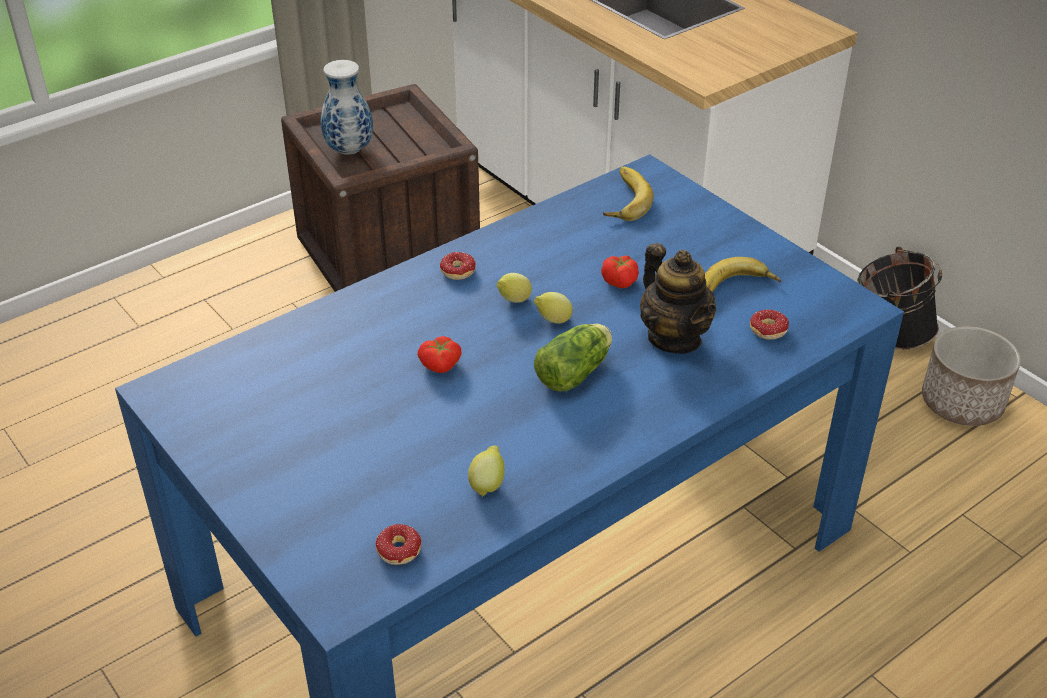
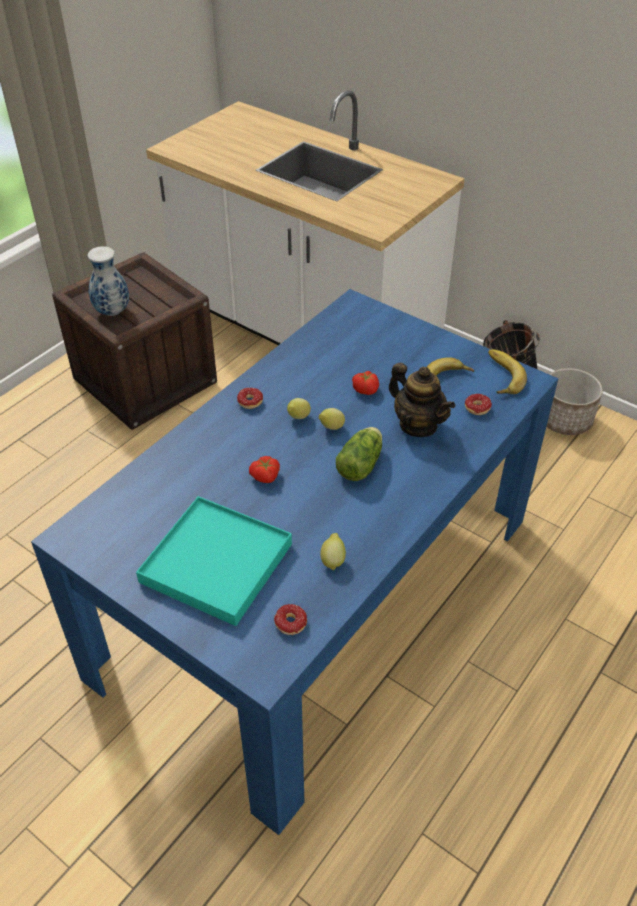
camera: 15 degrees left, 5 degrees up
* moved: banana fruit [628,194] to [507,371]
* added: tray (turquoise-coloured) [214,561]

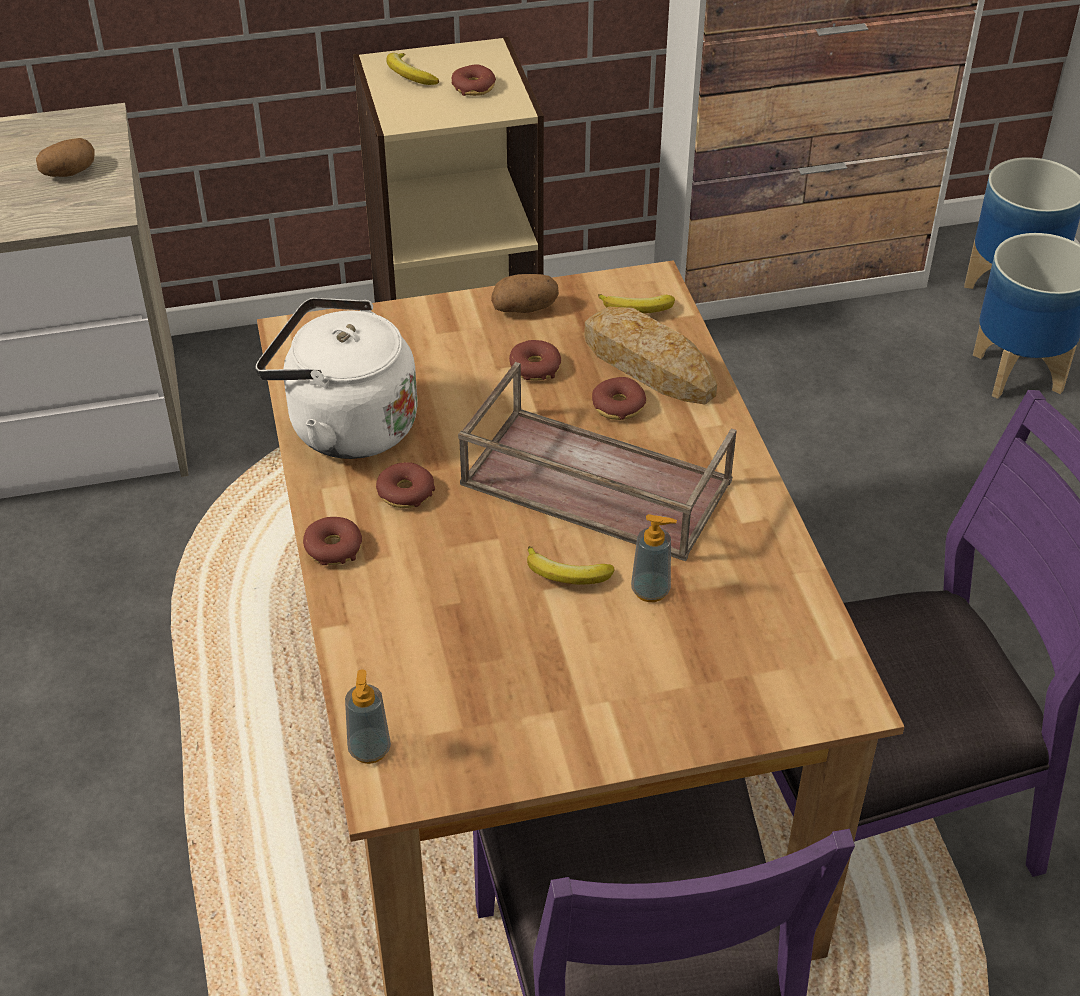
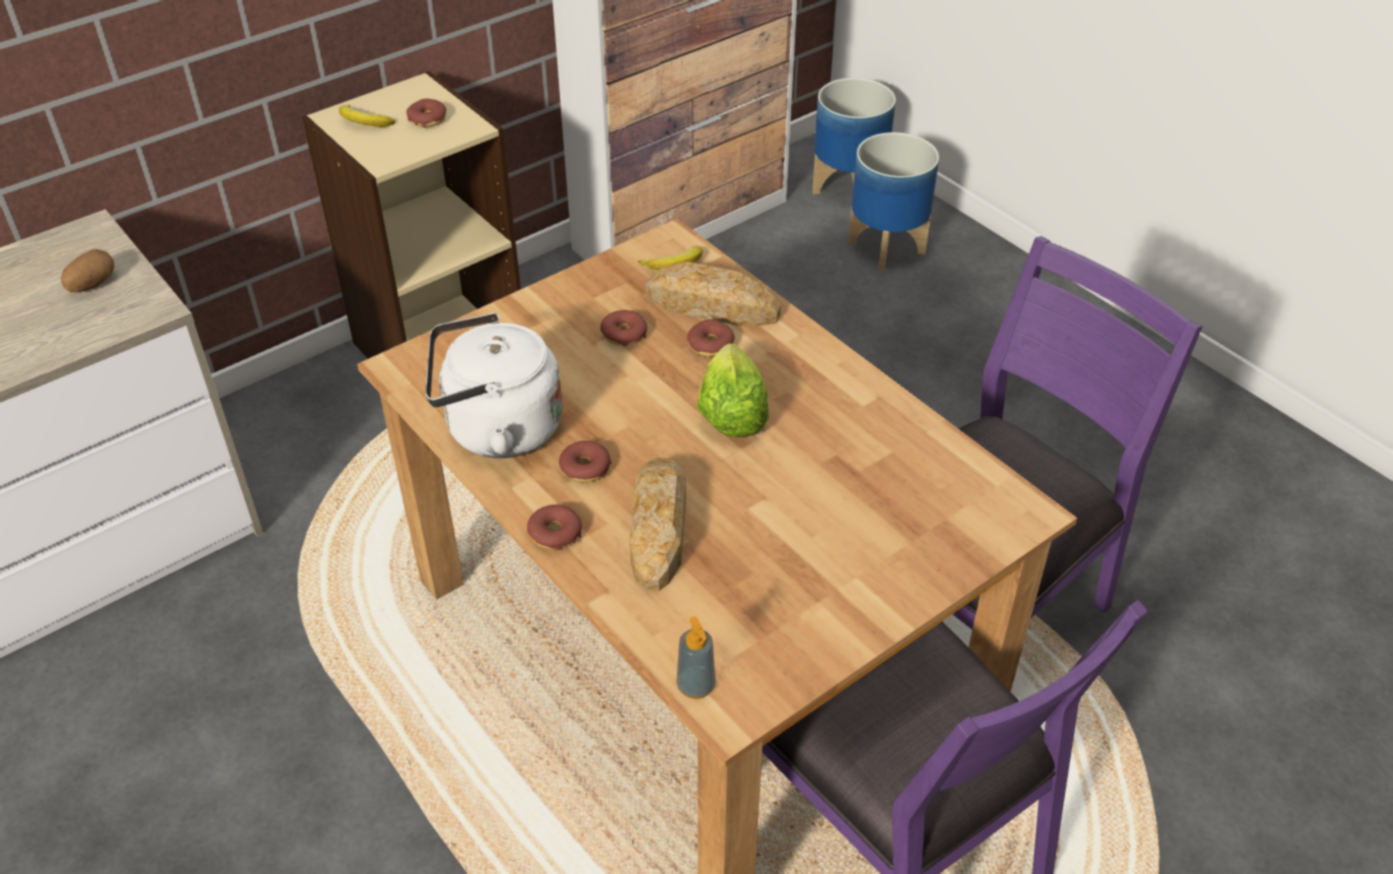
camera: 25 degrees left, 0 degrees up
* removed: potato [525,293]
* replaced: tray (brownish) [597,461] to head of lettuce [733,390]
* removed: liquid soap bottle [654,558]
* removed: banana fruit [571,565]
* added: bakery bread [657,524]

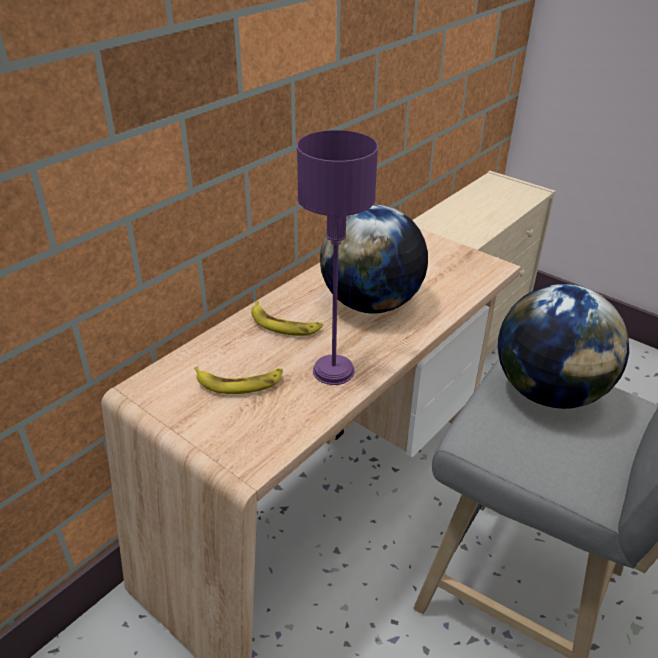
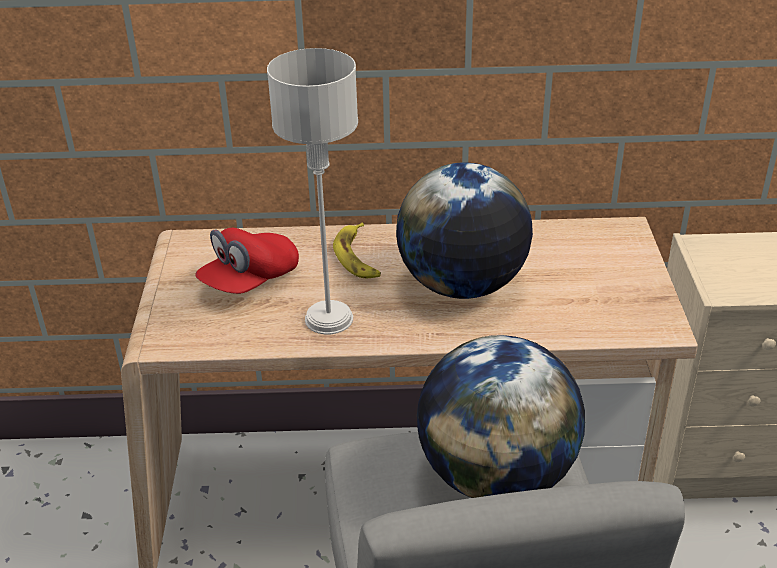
camera: 50 degrees right, 0 degrees up
* recoloured: lamp for a table (purple-coloured) [337,257] to lamp for a table (gray) [312,191]
* replaced: banana fruit [238,380] to peaked cap (red-coloured) [247,261]

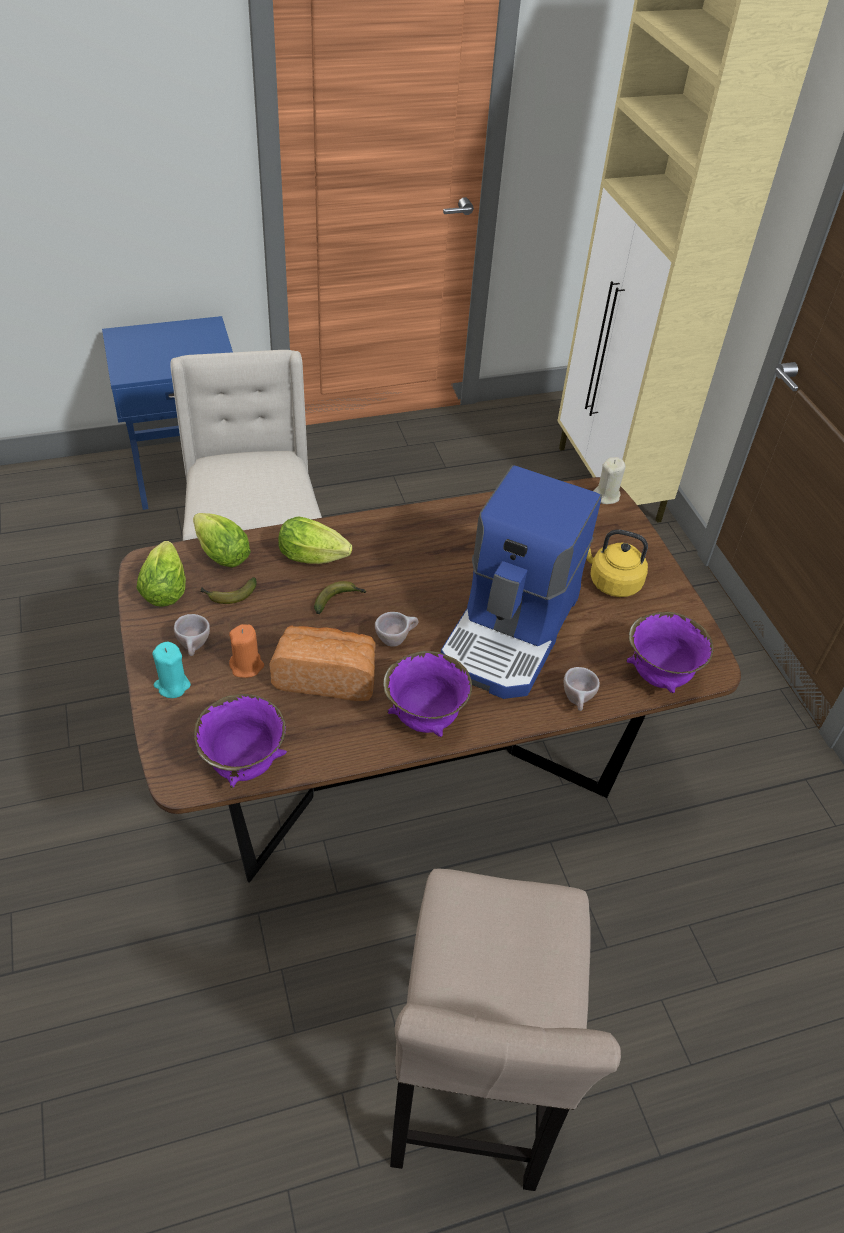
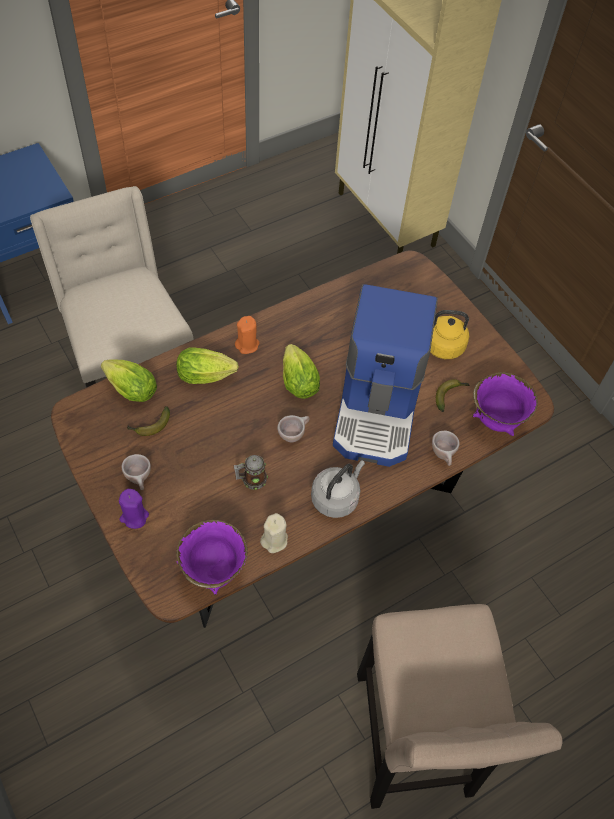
camera: 15 degrees left, 10 degrees up
* moved: wax light (beige-coloured) [609,480] to [274,533]
* moved: head of lettuce [161,574] to [301,371]
* moved: banana fruit [340,597] to [452,395]
* moved: wax light (orange-coloured) [246,651] to [247,335]
* replaced: bakery bread [322,663] to mug [251,472]
* recoloured: wax light (turquoise-coloured) [171,670] to wax light (purple-coloured) [134,509]
* replaced: deep dish (purple-coloured) [427,694] to water kettle (gray) [338,489]

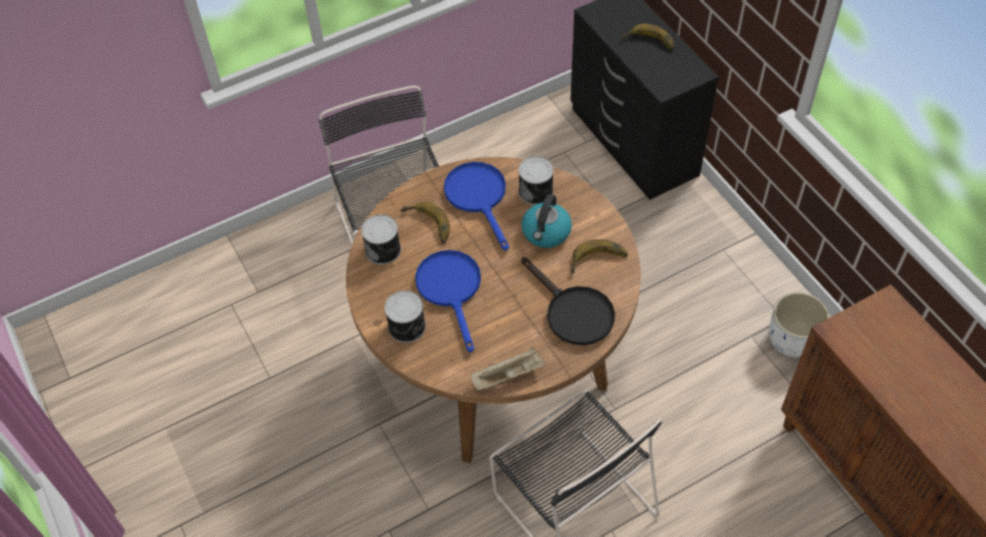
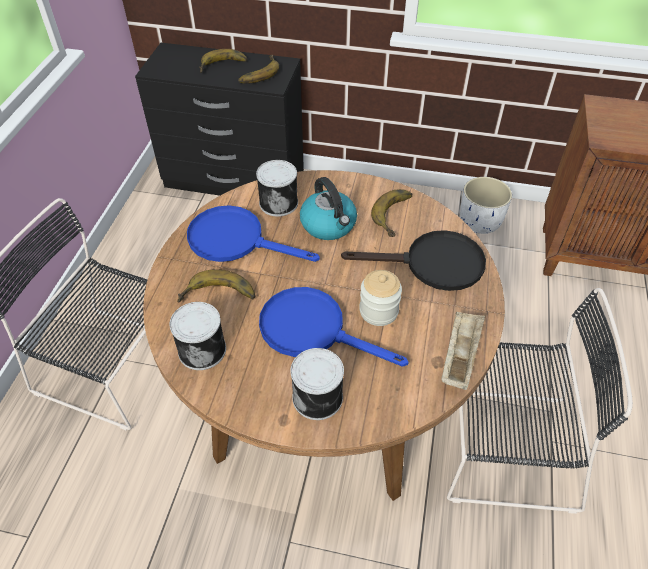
camera: 50 degrees left, 5 degrees down
* added: banana fruit [258,69]
* added: storage jar [380,298]

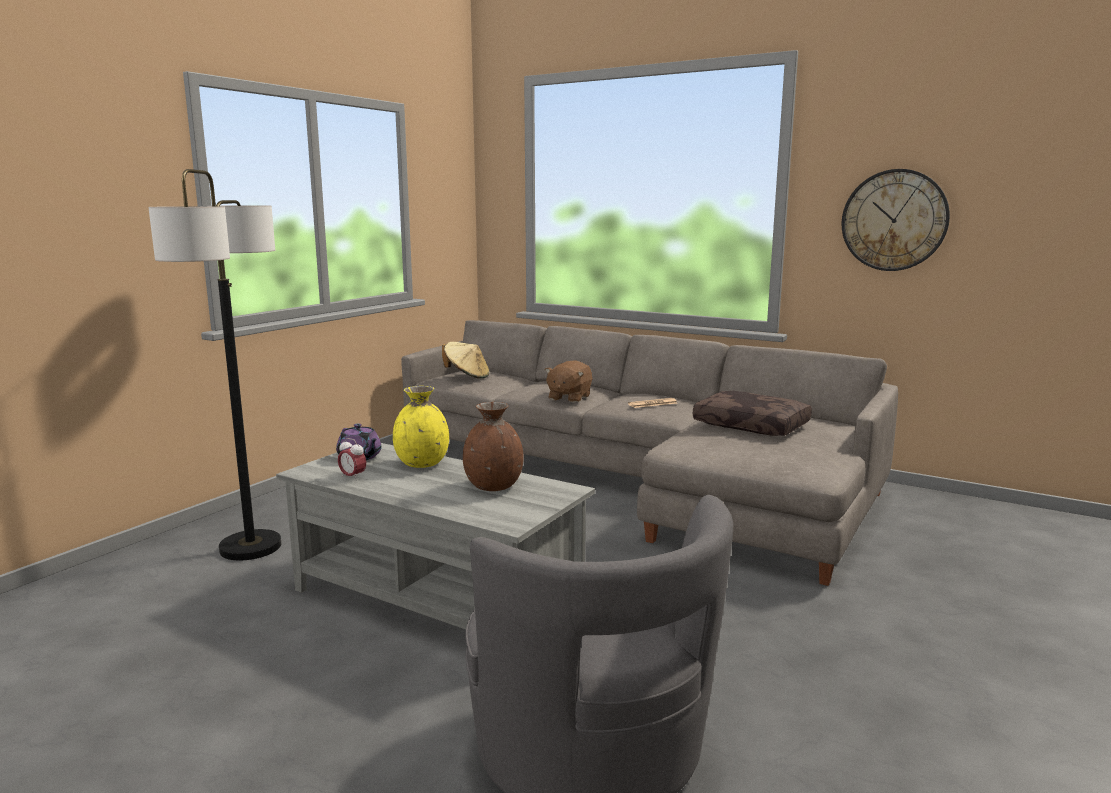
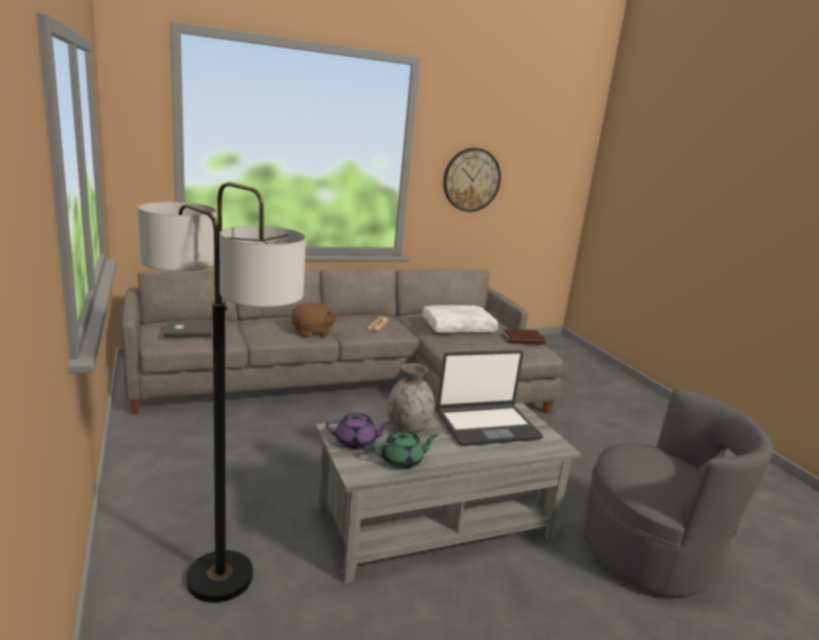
camera: 55 degrees left, 5 degrees up
* replaced: clothing hat (beige-coloured) [465,360] to book (gray) [188,329]
* turned: soft toy (brownish) [568,381] = [313,320] 90 degrees counterclockwise
* recoloured: vase (yellow-coloured) [421,427] to vase (gray) [411,398]
* recoloured: cushion (brownish) [752,413] to cushion (whitish) [460,319]
* replaced: vase (brownish) [493,446] to notebook computer [490,398]
* replaced: bedside clock [352,459] to teapot (green-coloured) [405,450]
* added: book (brownish) [524,337]

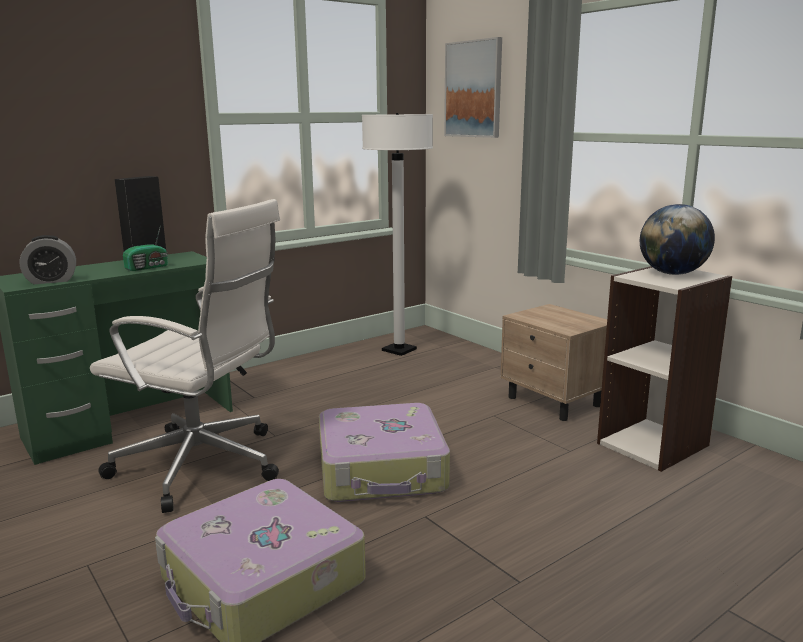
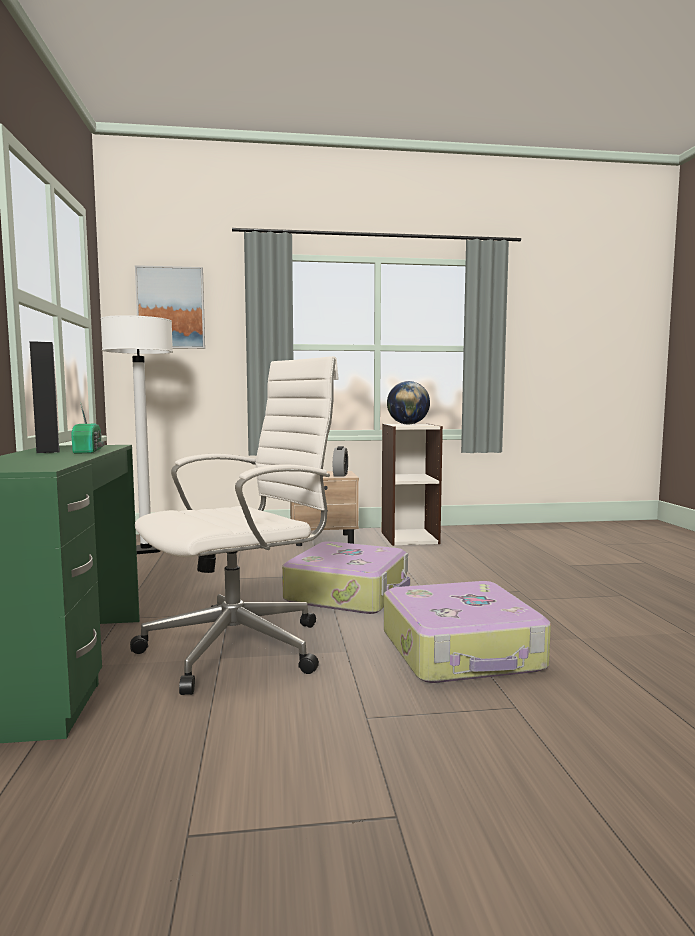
camera: 60 degrees left, 10 degrees down
* moved: bedside clock [48,259] to [340,461]

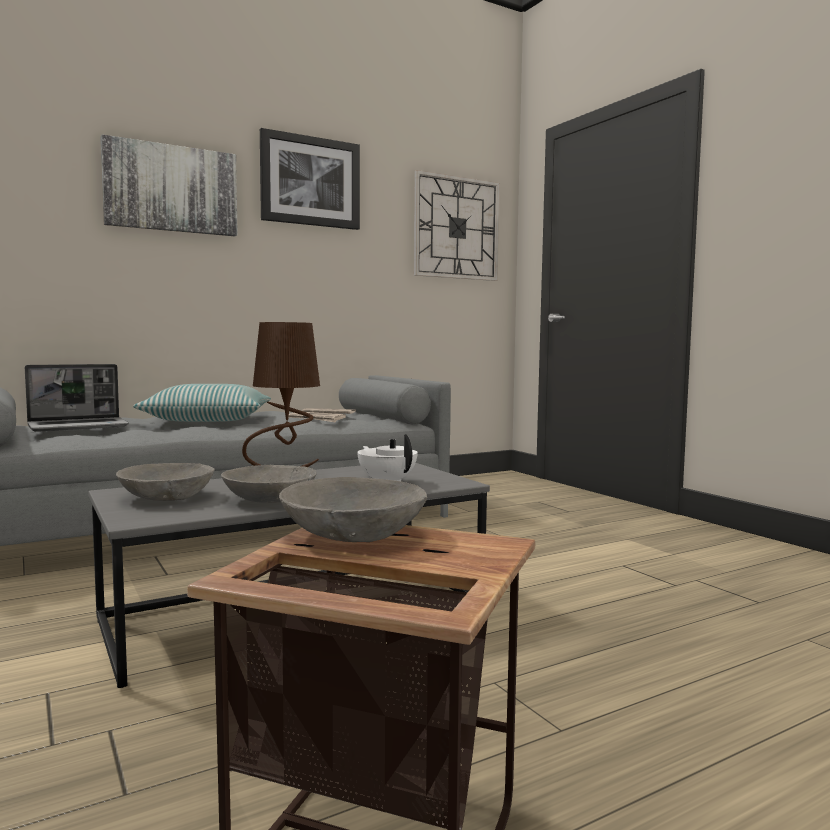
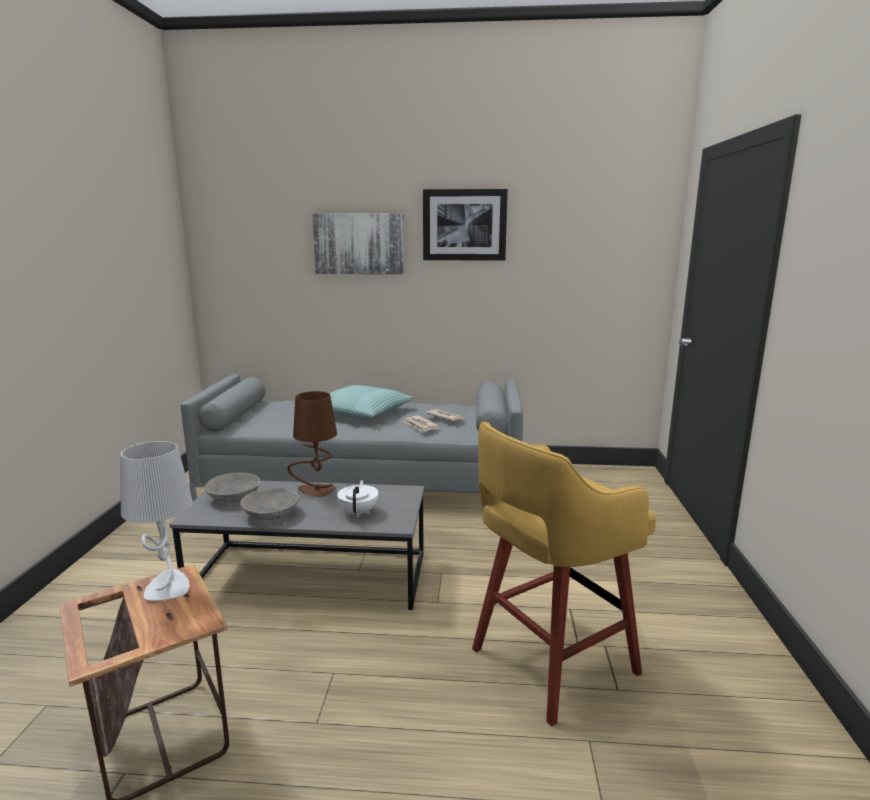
camera: 35 degrees right, 10 degrees up
* removed: clock on the wall [457,225]
* removed: notebook computer [77,398]
* replaced: deep dish (gray) [353,509] to lamp for a table (gray) [156,521]
* added: stool (yellow-coloured) [564,574]

